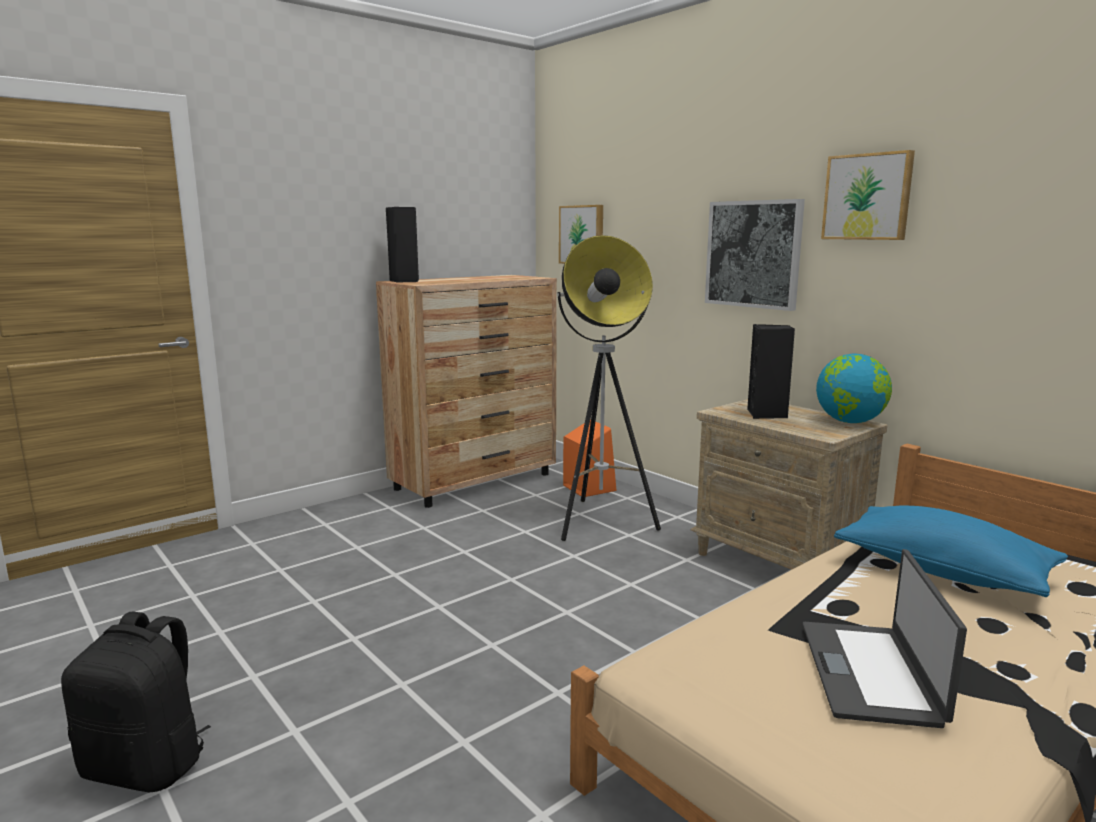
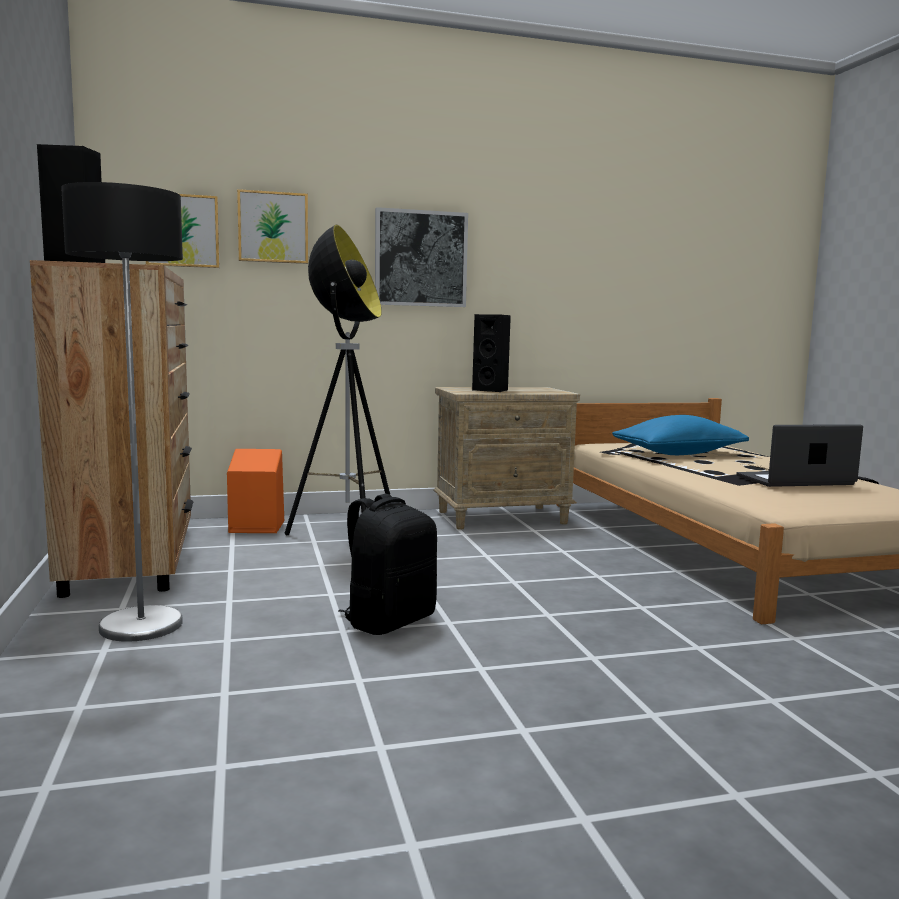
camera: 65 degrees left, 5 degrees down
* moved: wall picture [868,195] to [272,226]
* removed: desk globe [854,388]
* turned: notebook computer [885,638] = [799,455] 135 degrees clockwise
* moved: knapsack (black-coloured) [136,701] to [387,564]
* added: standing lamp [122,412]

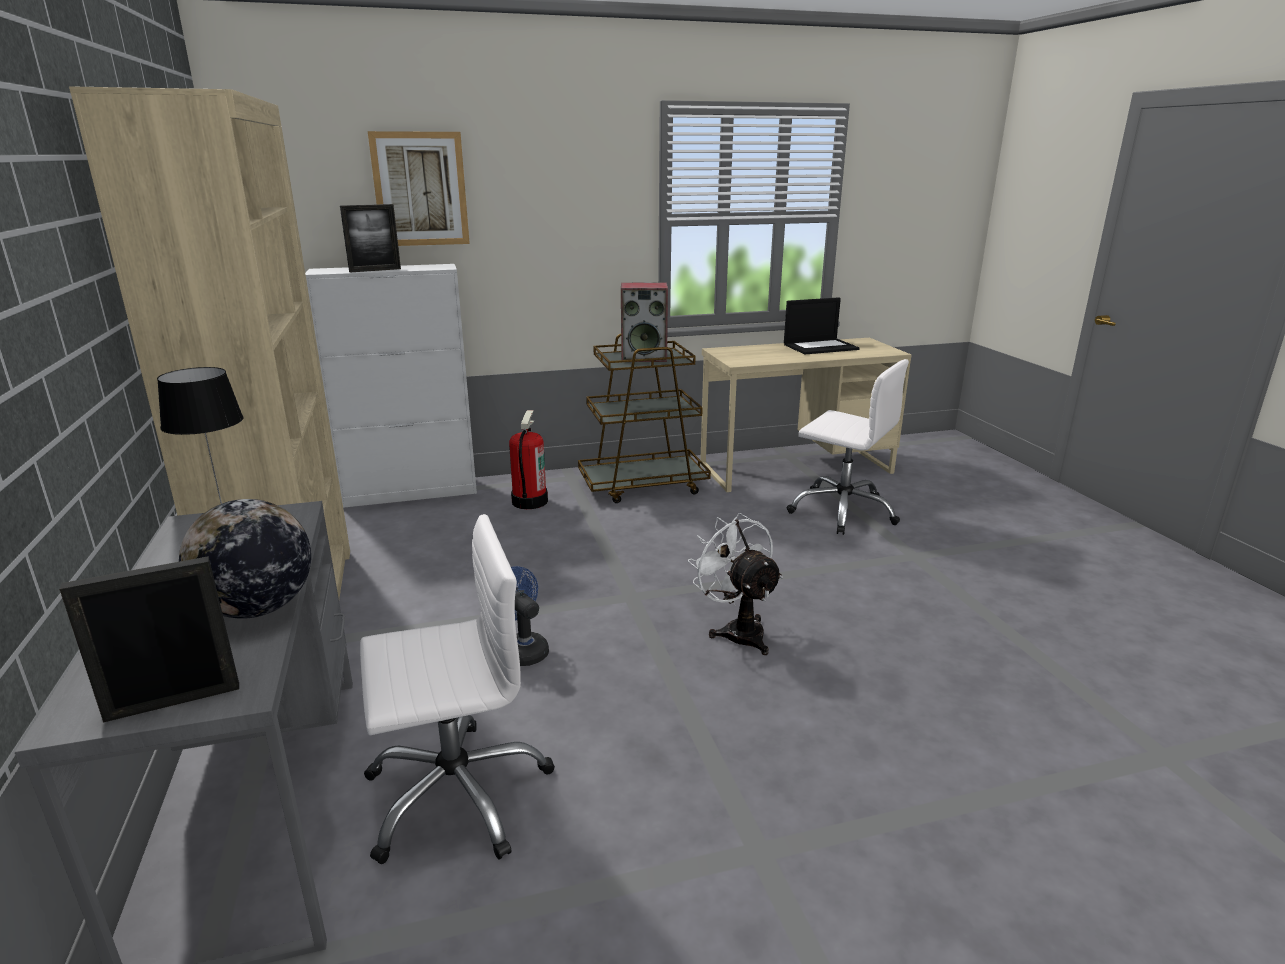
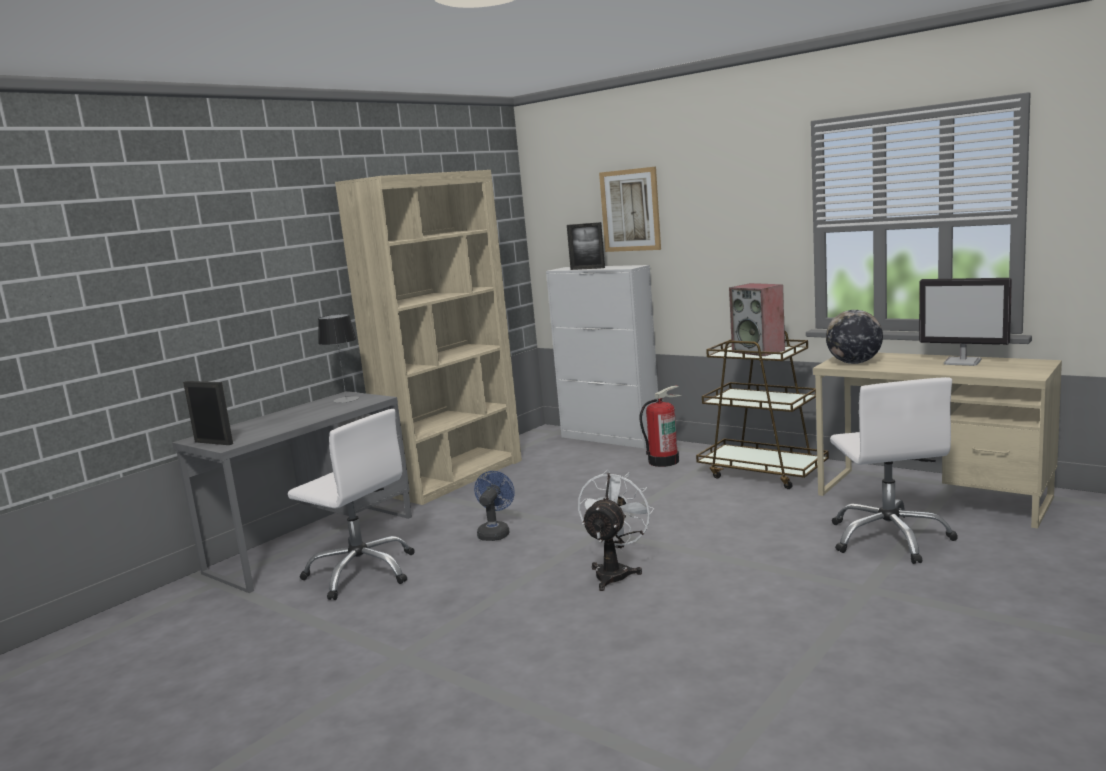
camera: 55 degrees right, 10 degrees down
* replaced: notebook computer [822,325] to computer display [965,322]
* moved: desk globe [245,559] to [854,337]

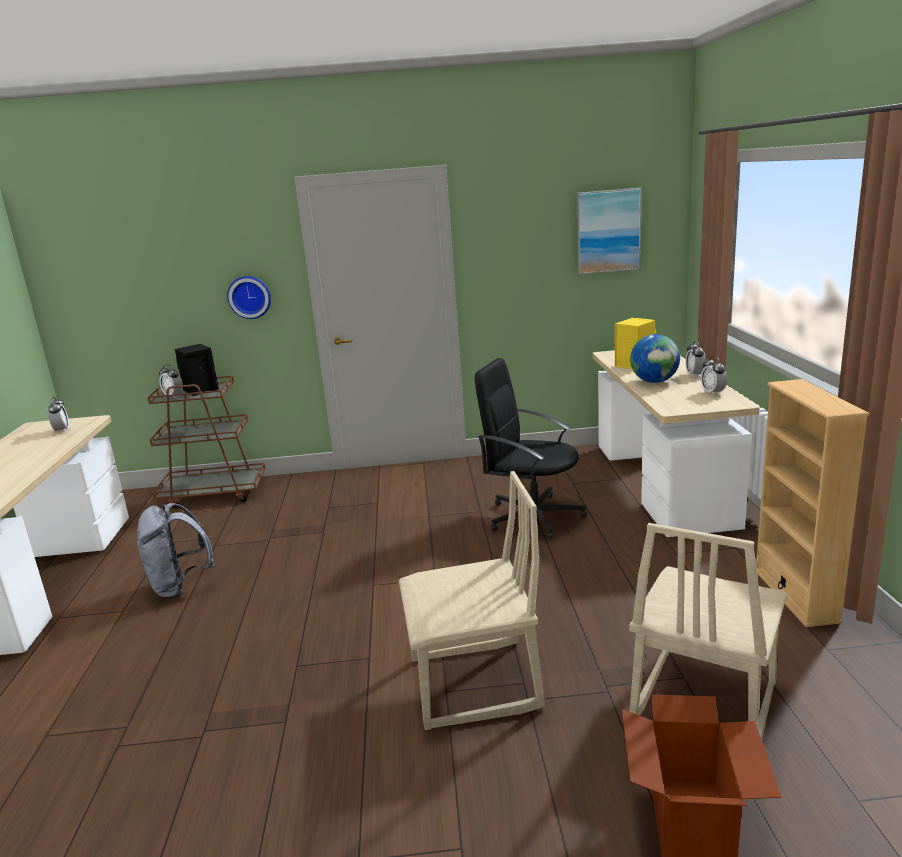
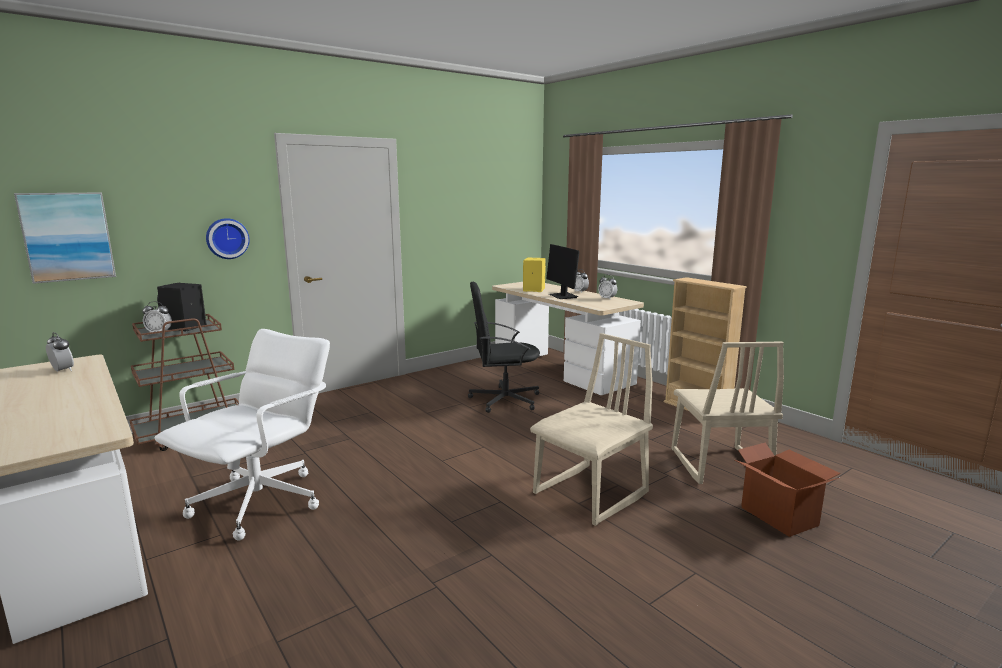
camera: 35 degrees left, 5 degrees down
* moved: wall picture [609,231] to [65,238]
* replaced: desk globe [655,358] to computer display [562,271]
* replaced: knapsack (gray) [175,551] to computer chair (whitish) [242,435]

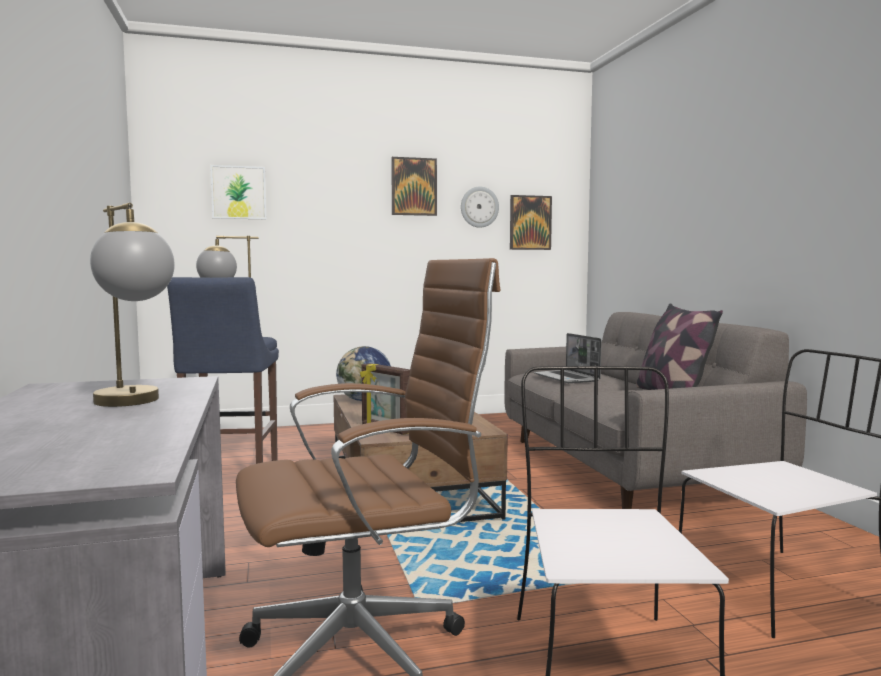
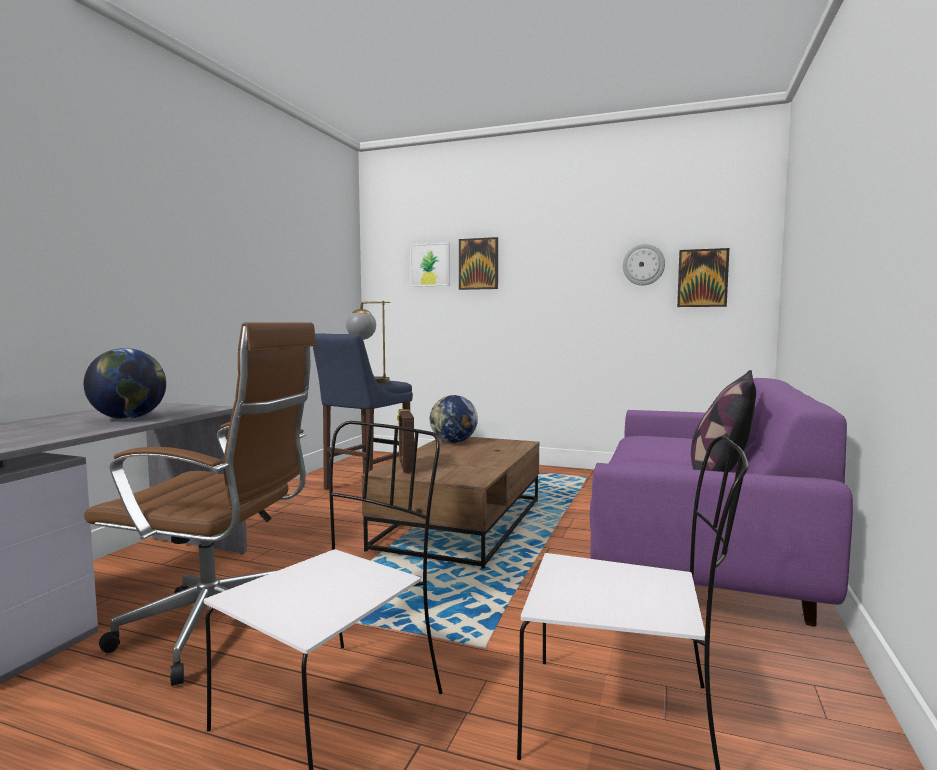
camera: 35 degrees right, 0 degrees up
* moved: wall picture [414,186] to [478,263]
* replaced: lamp for a table [132,305] to desk globe [125,383]
* recoloured: sofa (gray) [655,410] to sofa (purple-coloured) [721,502]
* removed: notebook computer [568,358]

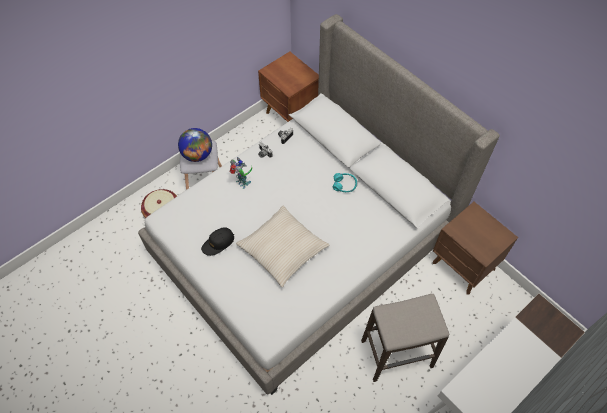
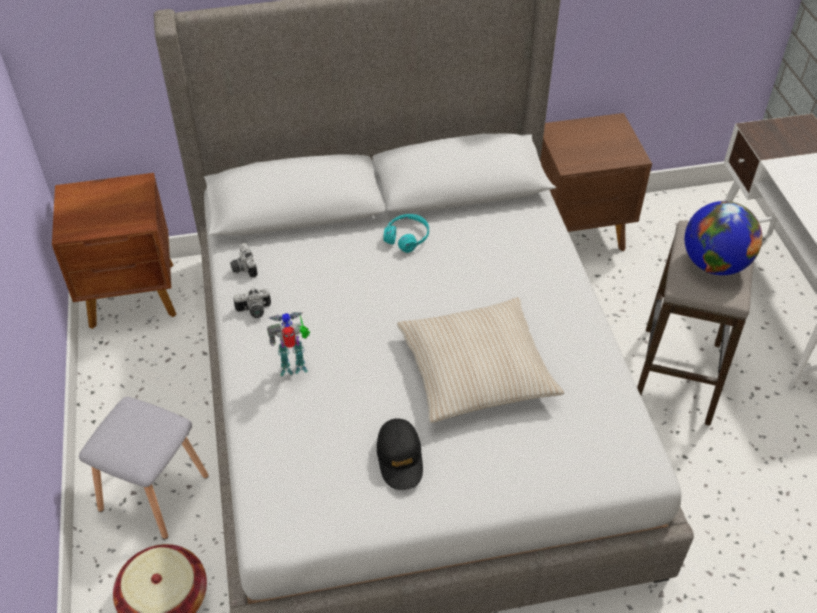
camera: 60 degrees left, 10 degrees down
* moved: desk globe [195,145] to [723,238]

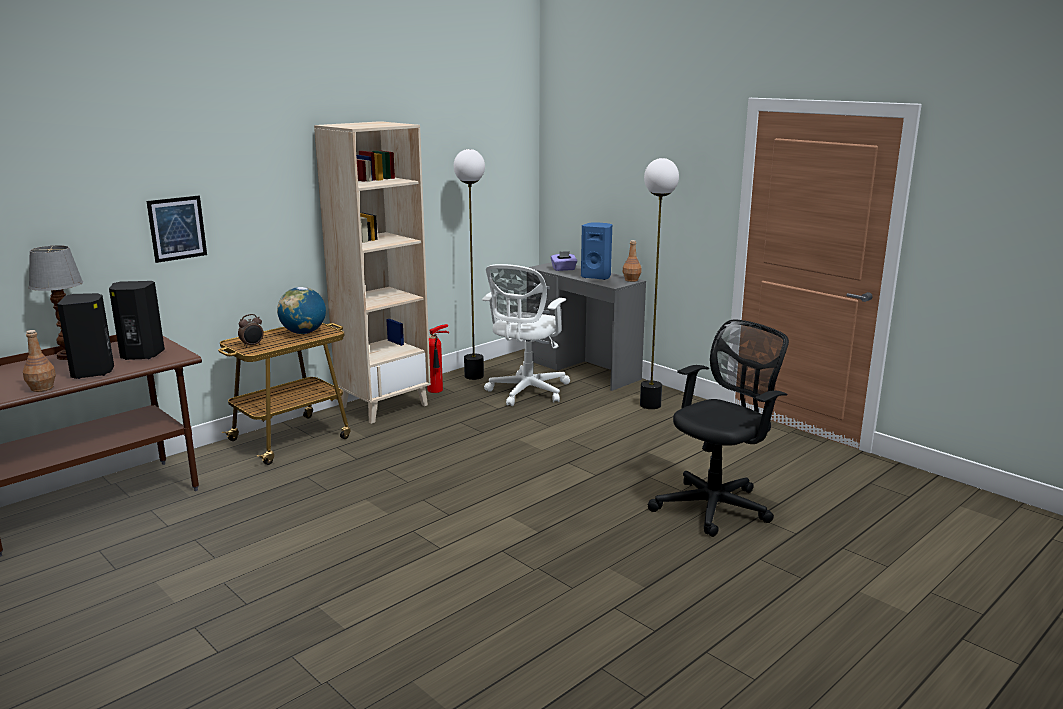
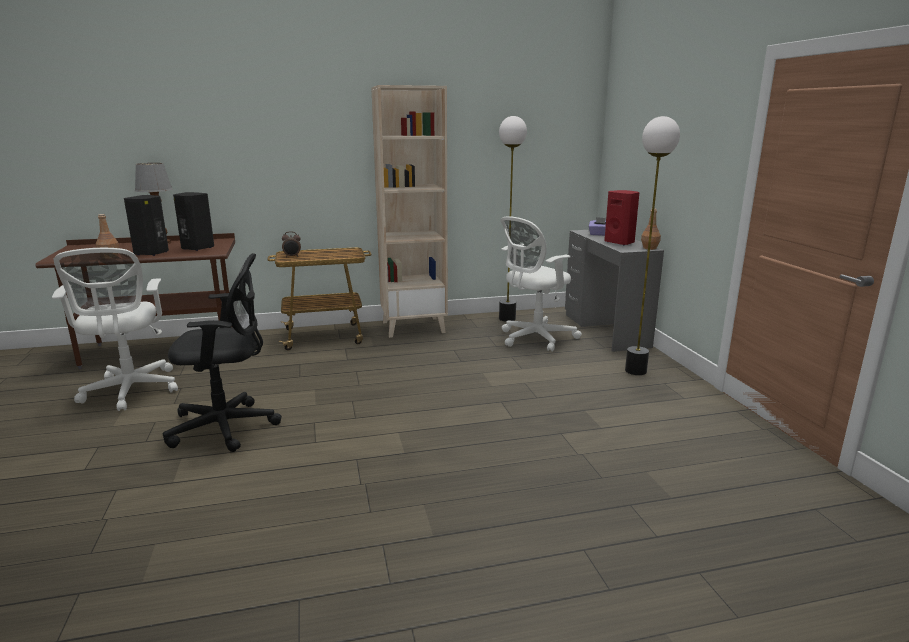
camera: 30 degrees right, 0 degrees up
* removed: wall picture [177,229]
* recoloured: audio speaker (bluish) [596,251] to audio speaker (red-coloured) [622,217]
* removed: desk globe [301,310]
* moved: computer chair (black-coloured) [718,428] to [222,352]
* removed: fire extinguisher [438,358]
* added: computer chair (whitish) [115,329]

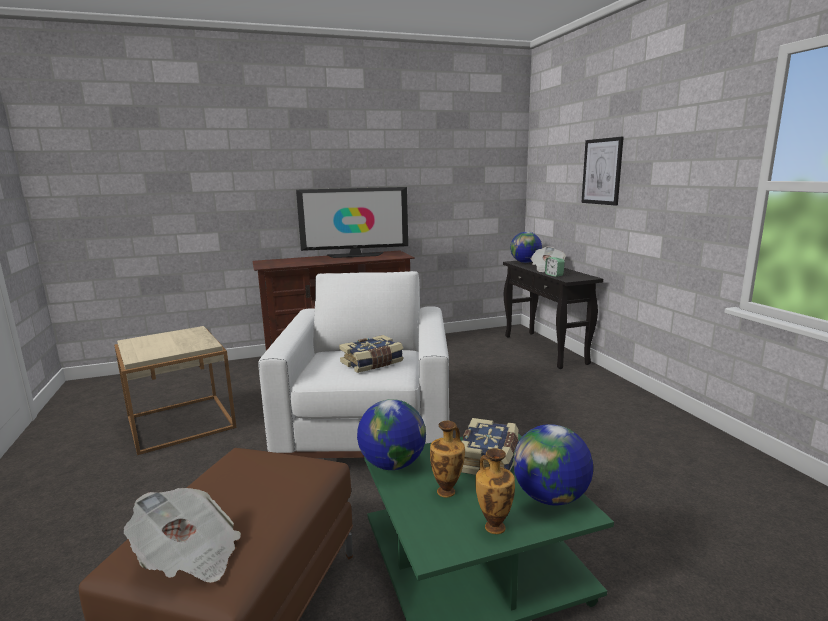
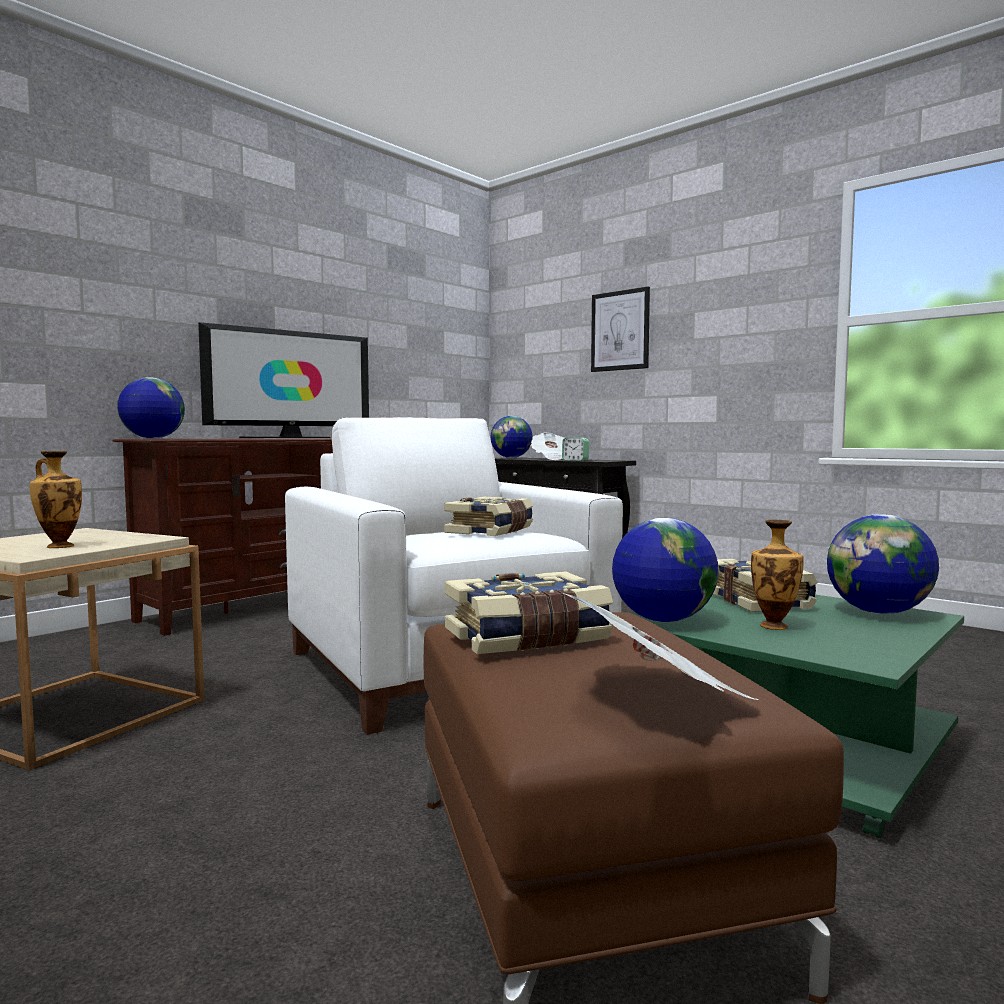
camera: 30 degrees left, 10 degrees down
* moved: vase [495,491] to [55,499]
* added: desk globe [151,408]
* added: book [529,612]

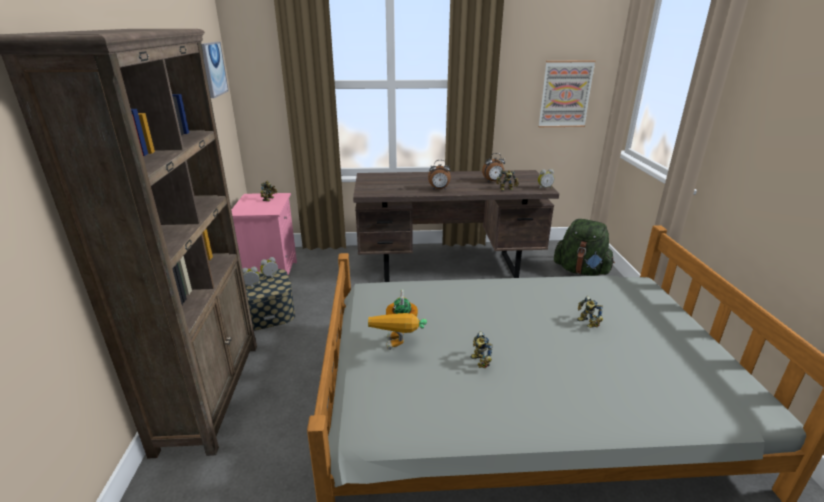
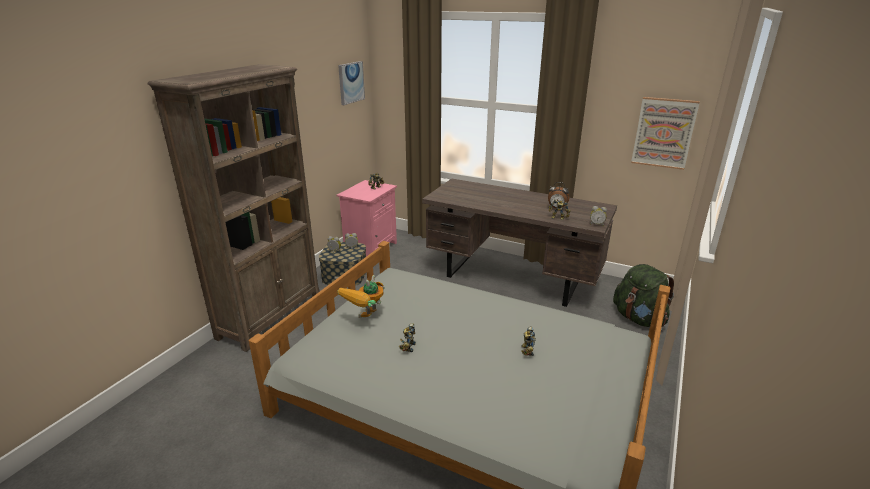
camera: 30 degrees right, 0 degrees up
* removed: bedside clock [439,175]

